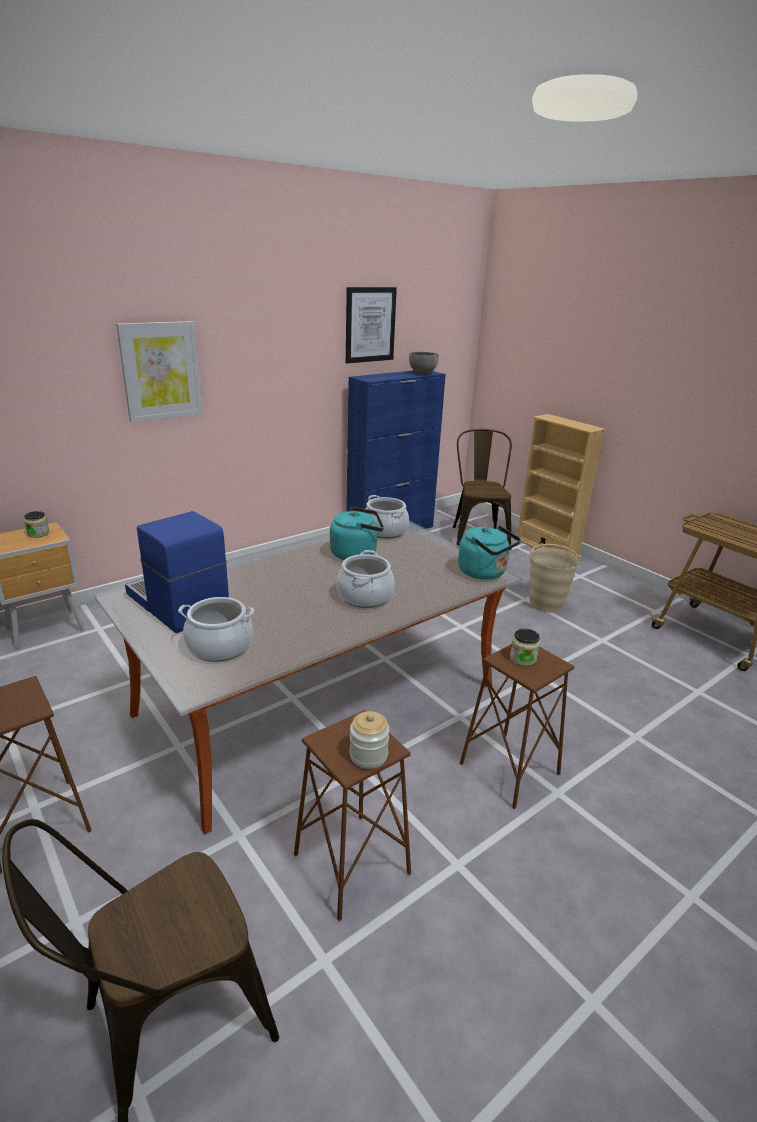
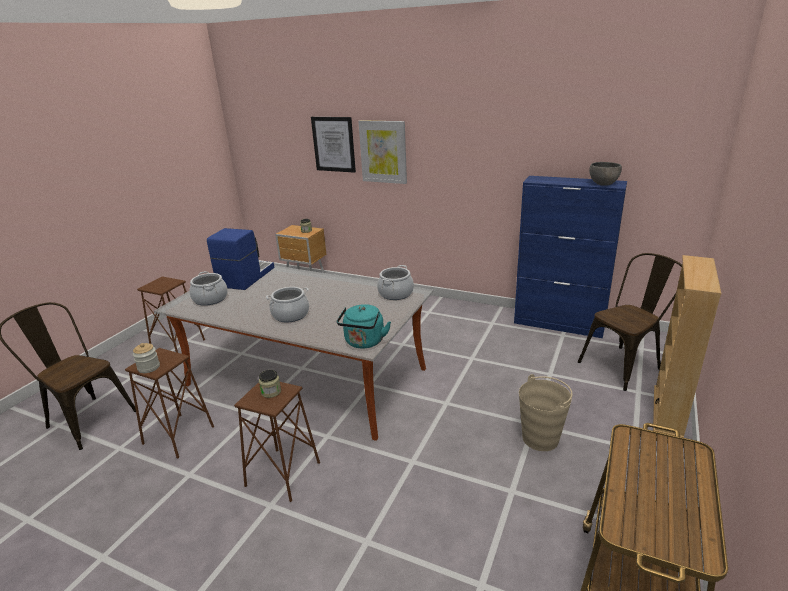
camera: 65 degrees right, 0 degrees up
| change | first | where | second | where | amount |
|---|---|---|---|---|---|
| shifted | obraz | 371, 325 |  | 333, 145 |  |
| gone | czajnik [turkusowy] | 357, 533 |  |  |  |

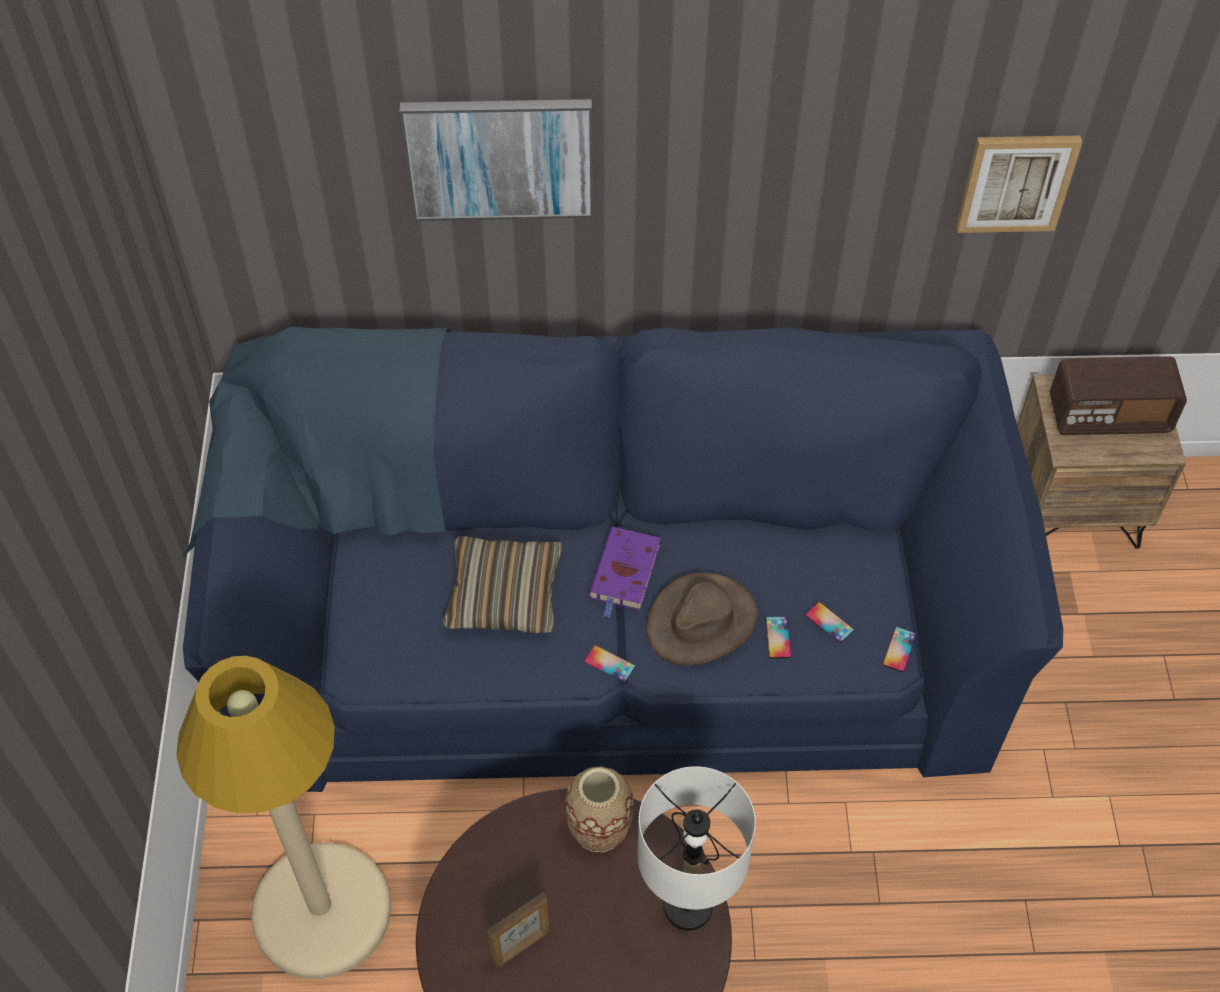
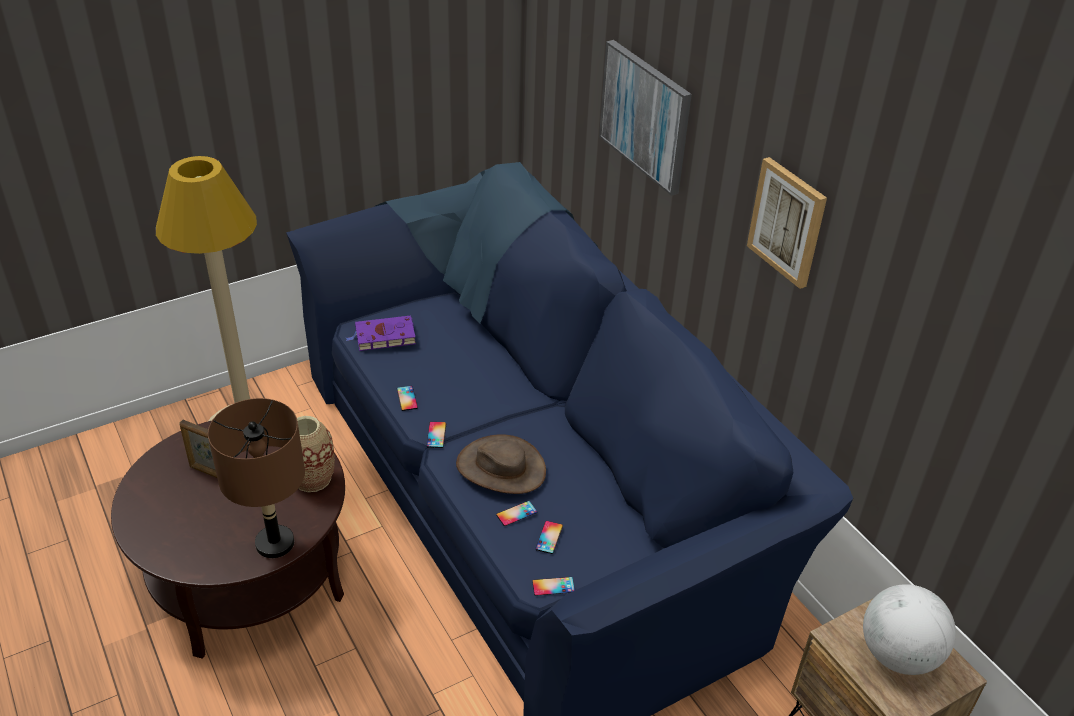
camera: 60 degrees right, 15 degrees down
| change | first | where | second | where | amount |
|---|---|---|---|---|---|
| shifted | obraz | 1019, 184 |  | 787, 223 |  |
| swapped | radio | 1118, 396 | globus | 909, 629 |  |
| shifted | książka [fioletowy] | 625, 573 |  | 381, 333 |  |
| gone | poduszka | 503, 584 |  |  |  |
| repainted | lampa stołowa [biały] | 696, 848 | lampa stołowa [brązowy] | 256, 478 |  |
| new |  |  | telefon | 407, 398 |  |

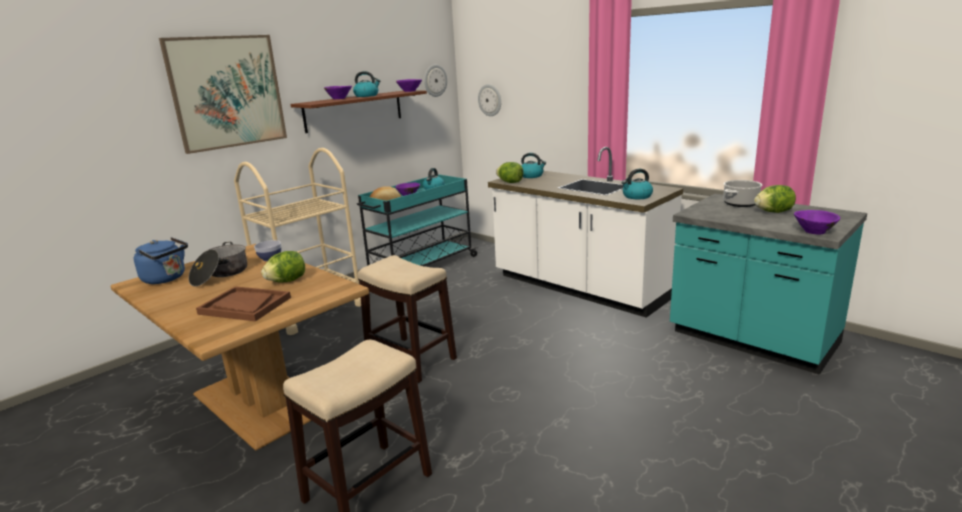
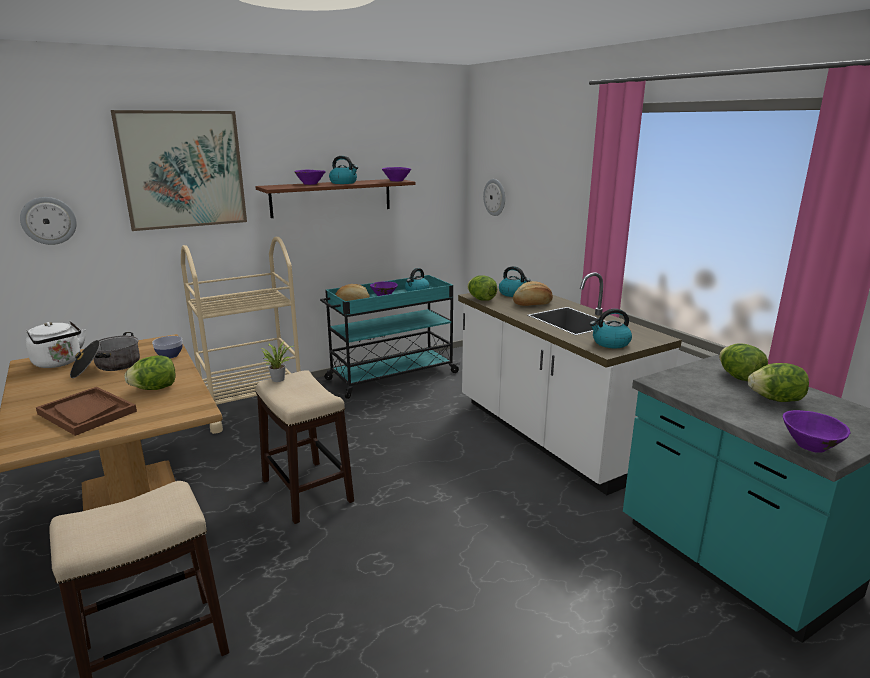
camera: 15 degrees right, 0 degrees up
| change | first | where | second | where | amount |
|---|---|---|---|---|---|
| shifted | zegar ścienny | 435, 80 |  | 48, 221 |  |
| swapped | garnek | 742, 193 | sałata | 743, 362 |  |
| repainted | czajnik [niebieski] | 161, 260 | czajnik [biały] | 55, 344 |  |
| new |  |  | chleb | 533, 293 |  |
| new |  |  | roślina doniczkowa | 277, 362 |  |

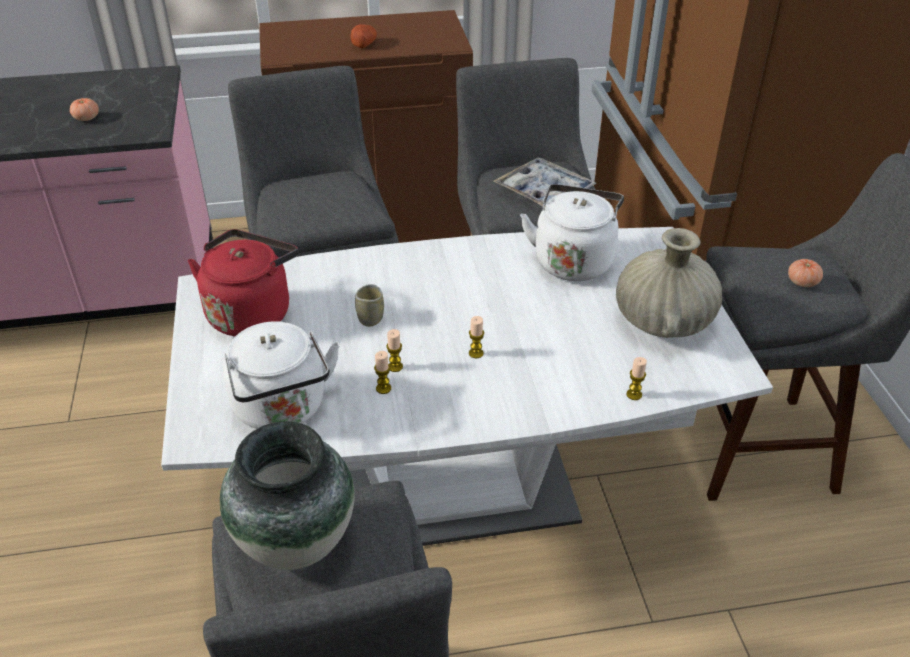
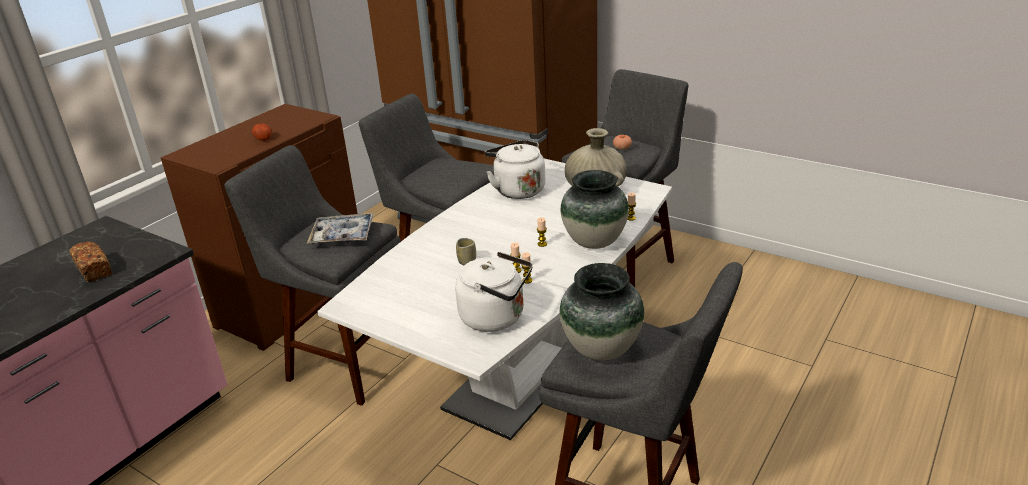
camera: 45 degrees left, 10 degrees down
| change | first | where | second | where | amount |
|---|---|---|---|---|---|
| swapped | pomidor | 84, 109 | chleb | 90, 262 |  |
| shifted | taca | 545, 182 |  | 340, 228 |  |
| gone | czajnik [czerwony] | 243, 282 |  |  |  |
| new |  |  | wazon | 595, 209 |  |

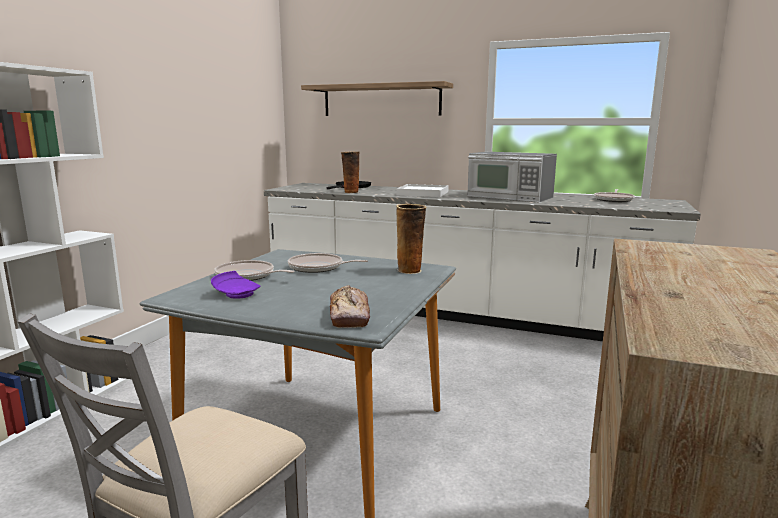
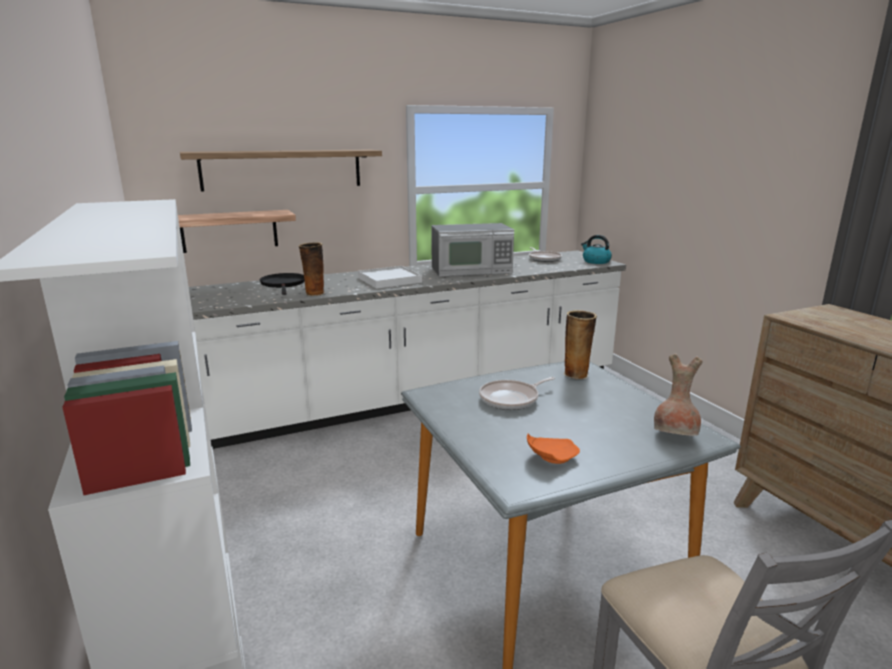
camera: 45 degrees left, 5 degrees up
| change | first | where | second | where | amount |
|---|---|---|---|---|---|
| gone | patelnia | 254, 270 |  |  |  |
| repainted | talerz [fioletowy] | 235, 285 | talerz [pomarańczowy] | 553, 448 |  |
| swapped | chleb | 350, 307 | wazon [brązowy] | 678, 395 |  |
| new |  |  | półka | 237, 231 |  |
| new |  |  | czajnik | 596, 249 |  |

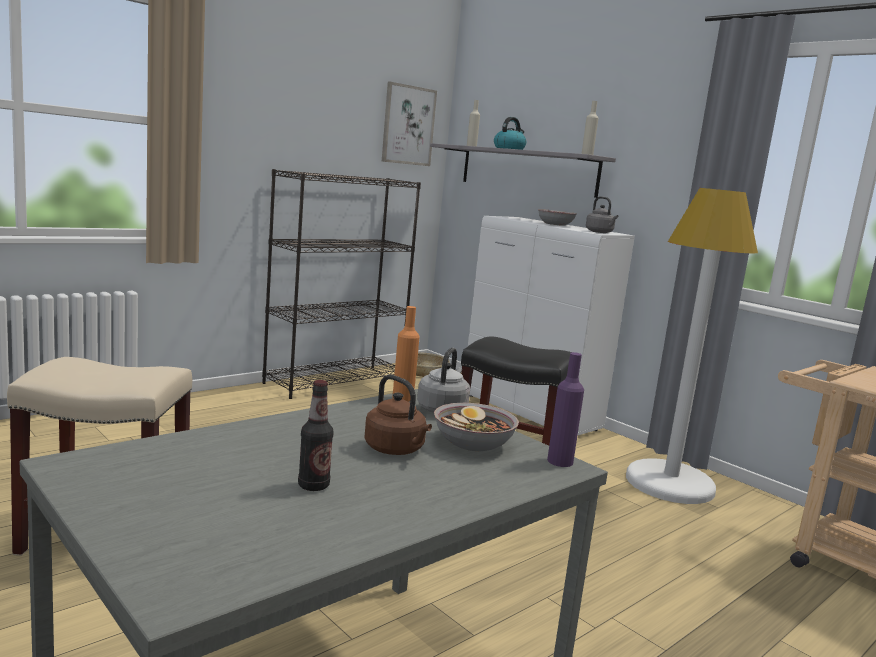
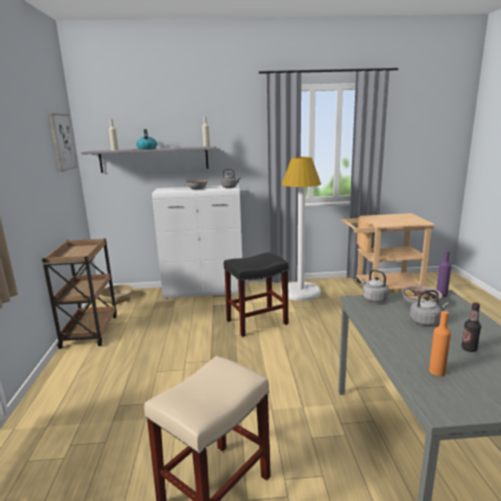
camera: 50 degrees left, 5 degrees up
| change | first | where | second | where | amount |
|---|---|---|---|---|---|
| swapped | regał [czarny] | 341, 284 | wózek [brązowy] | 79, 293 |  |
| shifted | butelka [pomarańczowy] | 406, 354 |  | 440, 343 |  |
| repainted | czajnik [brązowy] | 398, 415 | czajnik [szary] | 429, 308 |  |

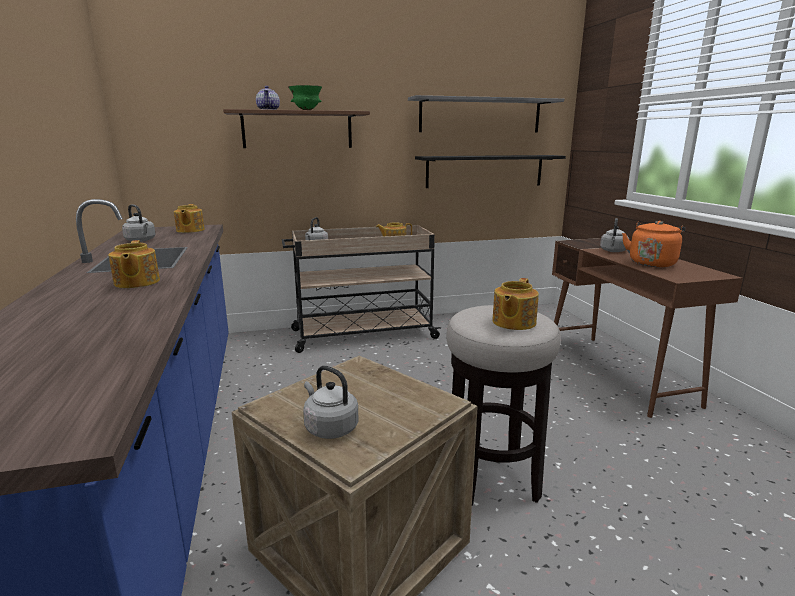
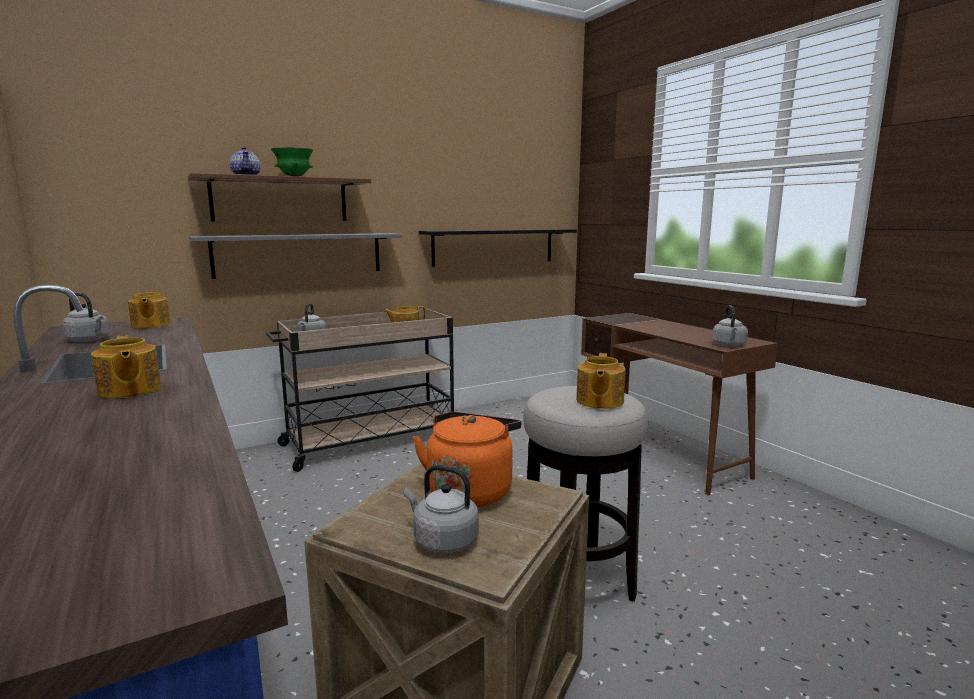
camera: 15 degrees left, 5 degrees down
| change | first | where | second | where | amount |
|---|---|---|---|---|---|
| shifted | półka [szary] | 486, 114 |  | 295, 256 |  |
| shifted | czajnik [szary] | 614, 235 |  | 730, 326 |  |
| shifted | czajnik [pomarańczowy] | 653, 244 |  | 467, 460 |  |

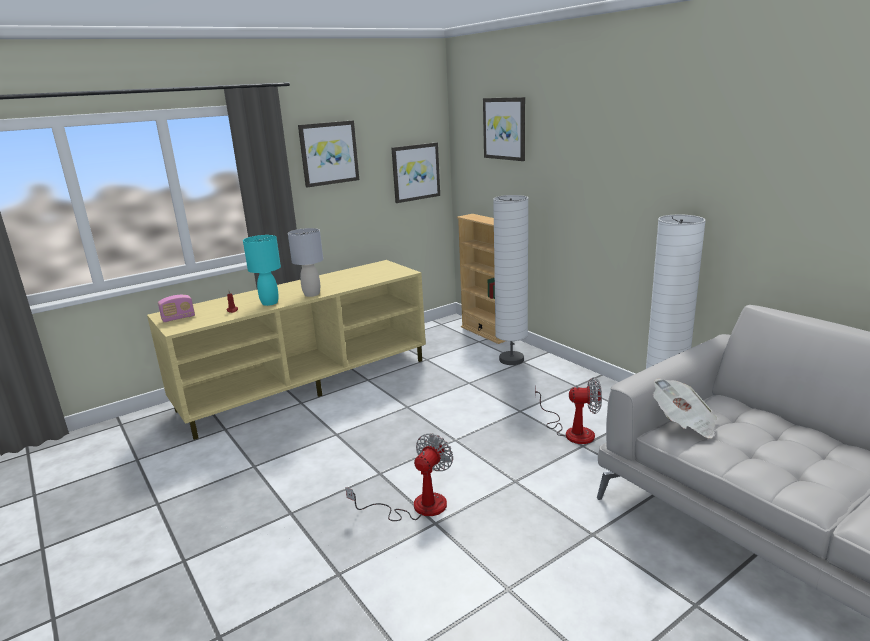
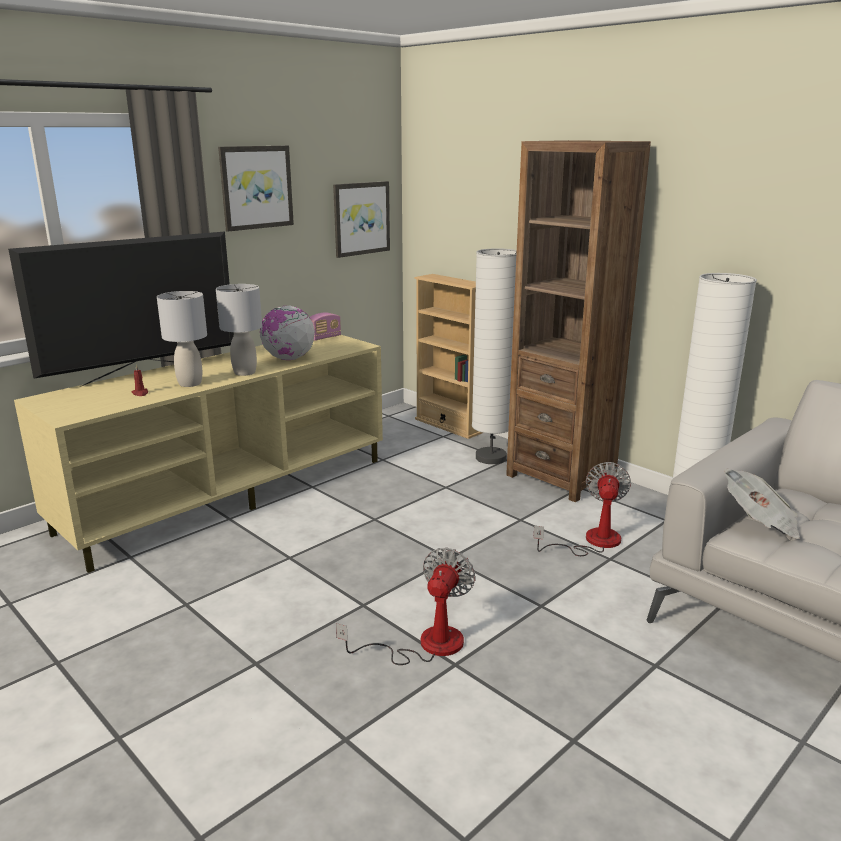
camera: 10 degrees left, 0 degrees up
| change | first | where | second | where | amount |
|---|---|---|---|---|---|
| gone | obraz | 504, 129 |  |  |  |
| repainted | lampa stołowa [turkusowy] | 262, 270 | lampa stołowa [szary] | 182, 339 |  |
| shifted | radio | 176, 308 |  | 325, 327 |  |
| rotated | wentylator | 568, 410 |  | 582, 509 | 75 degrees counterclockwise |
| new |  |  | regał [brązowy] | 578, 321 |  |
| new |  |  | telewizor | 121, 309 |  |
| new |  |  | globus | 287, 332 |  |

